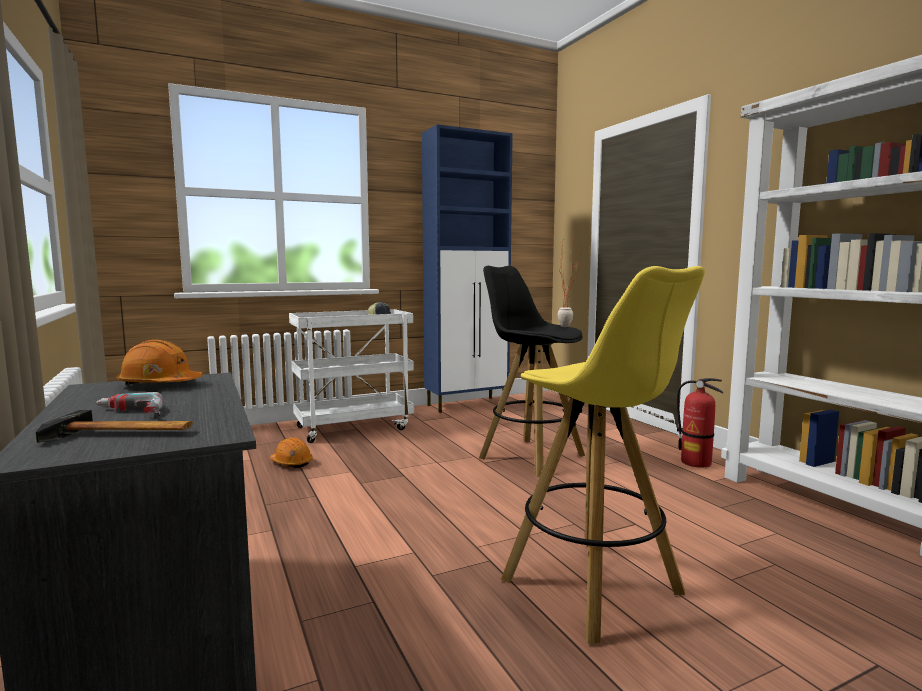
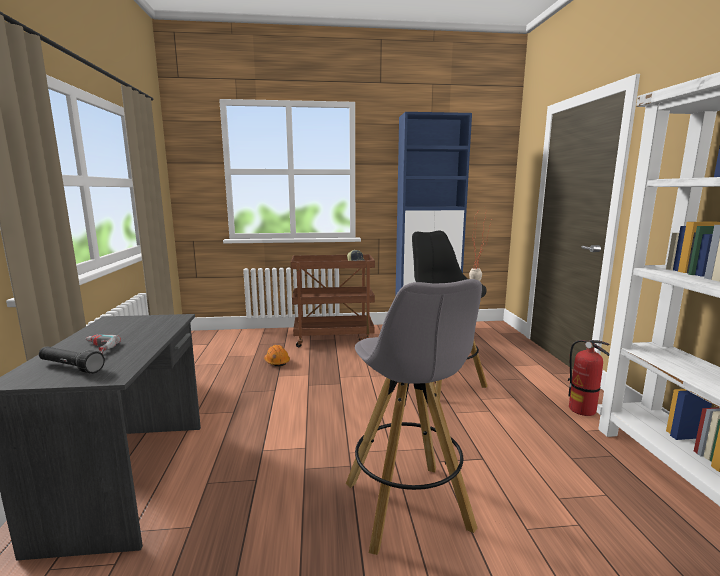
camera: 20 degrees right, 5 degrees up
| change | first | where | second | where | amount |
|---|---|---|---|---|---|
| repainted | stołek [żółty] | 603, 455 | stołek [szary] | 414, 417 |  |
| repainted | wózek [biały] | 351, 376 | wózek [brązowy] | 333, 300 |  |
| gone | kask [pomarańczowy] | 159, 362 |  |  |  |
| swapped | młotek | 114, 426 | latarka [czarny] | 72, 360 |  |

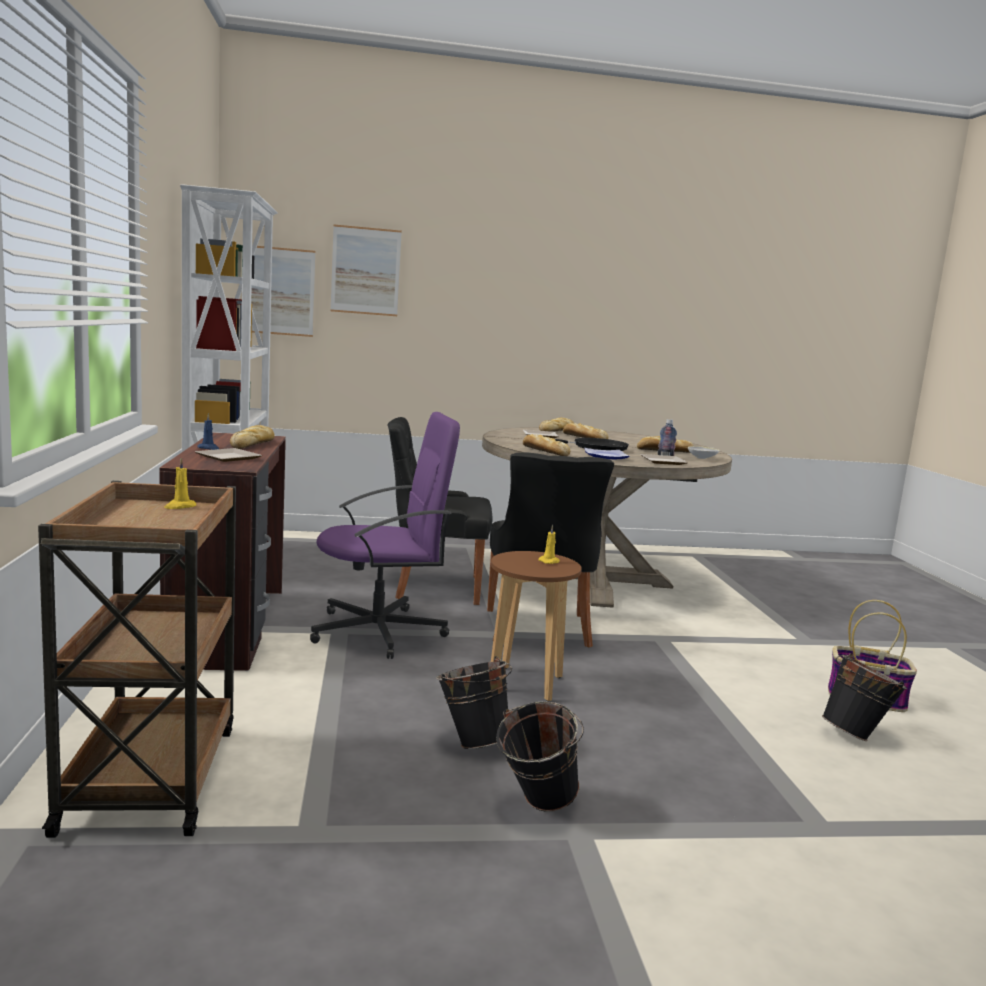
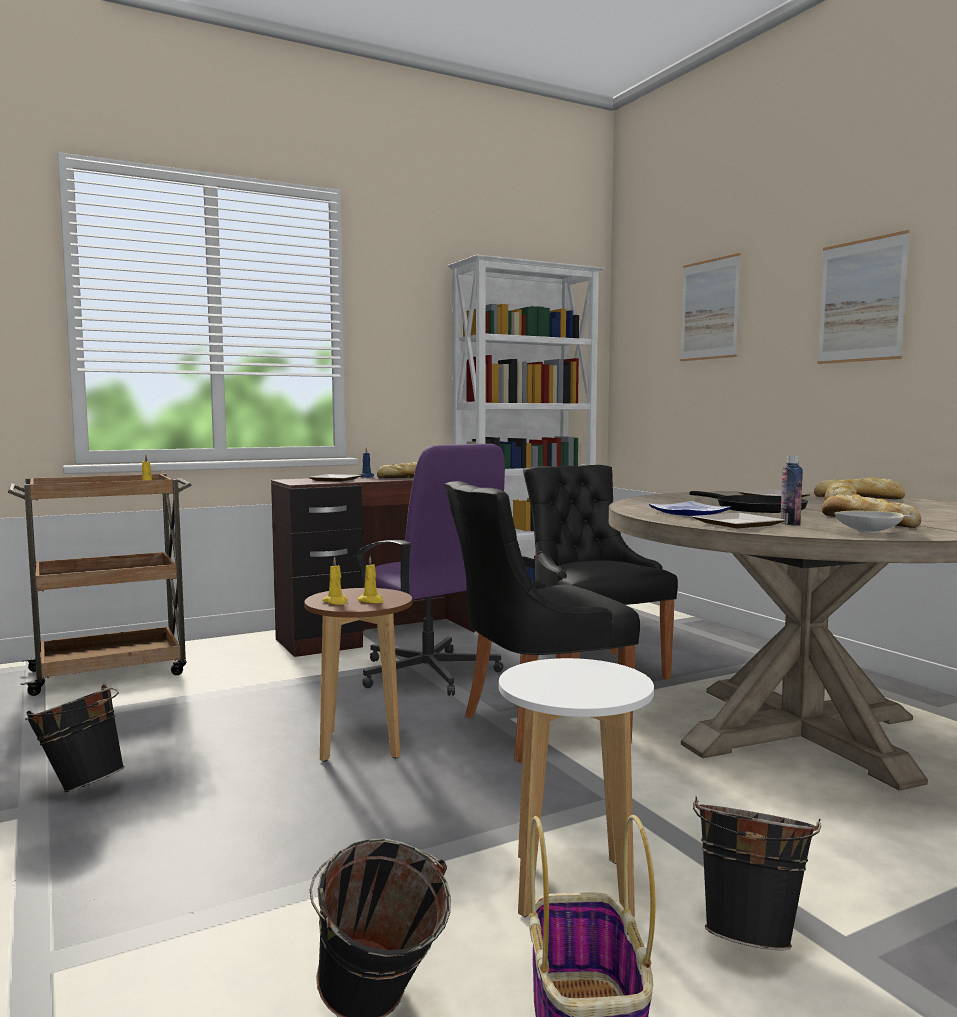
camera: 70 degrees right, 5 degrees down
| change | first | where | second | where | amount |
|---|---|---|---|---|---|
| shifted | obraz | 283, 291 |  | 864, 297 |  |
| gone | chleb | 546, 445 |  |  |  |
| shifted | wiadro [czarny] | 474, 702 |  | 757, 873 |  |
| new |  |  | świeca [żółty] | 335, 580 |  |
| new |  |  | stołek [biały] | 576, 787 |  |

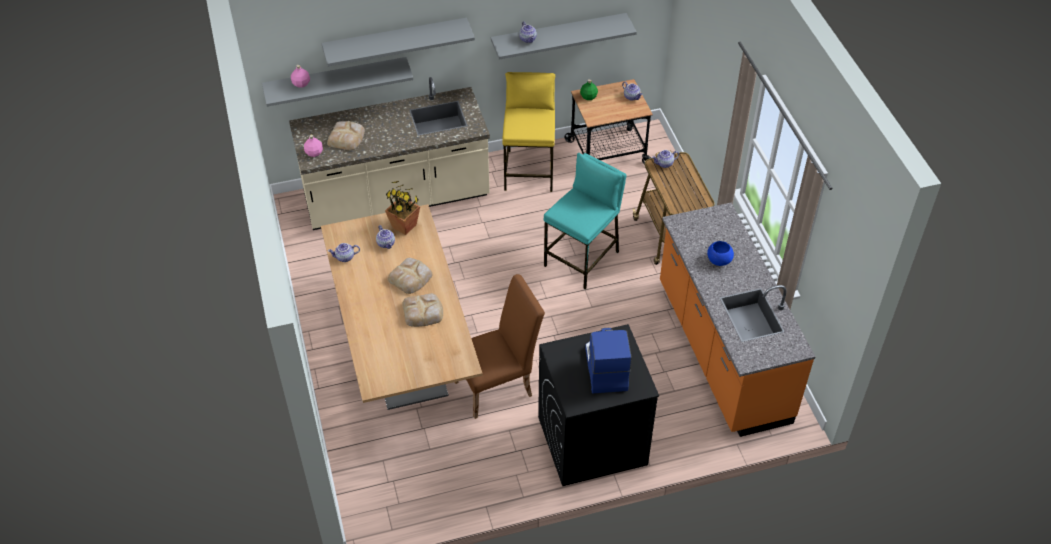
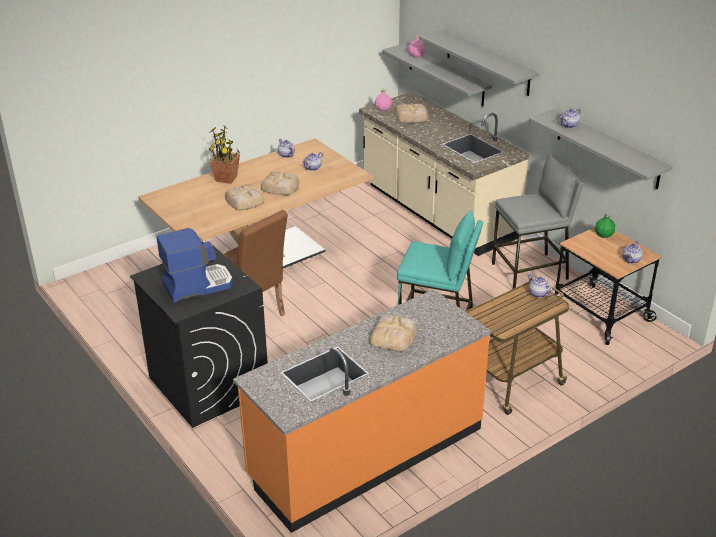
camera: 70 degrees right, 15 degrees down
| change | first | where | second | where | amount |
|---|---|---|---|---|---|
| repainted | stołek [żółty] | 528, 132 | stołek [szary] | 537, 221 |  |
| shifted | roślina doniczkowa | 402, 208 |  | 224, 155 |  |
| swapped | miska [niebieski] | 720, 253 | chleb | 393, 333 |  |

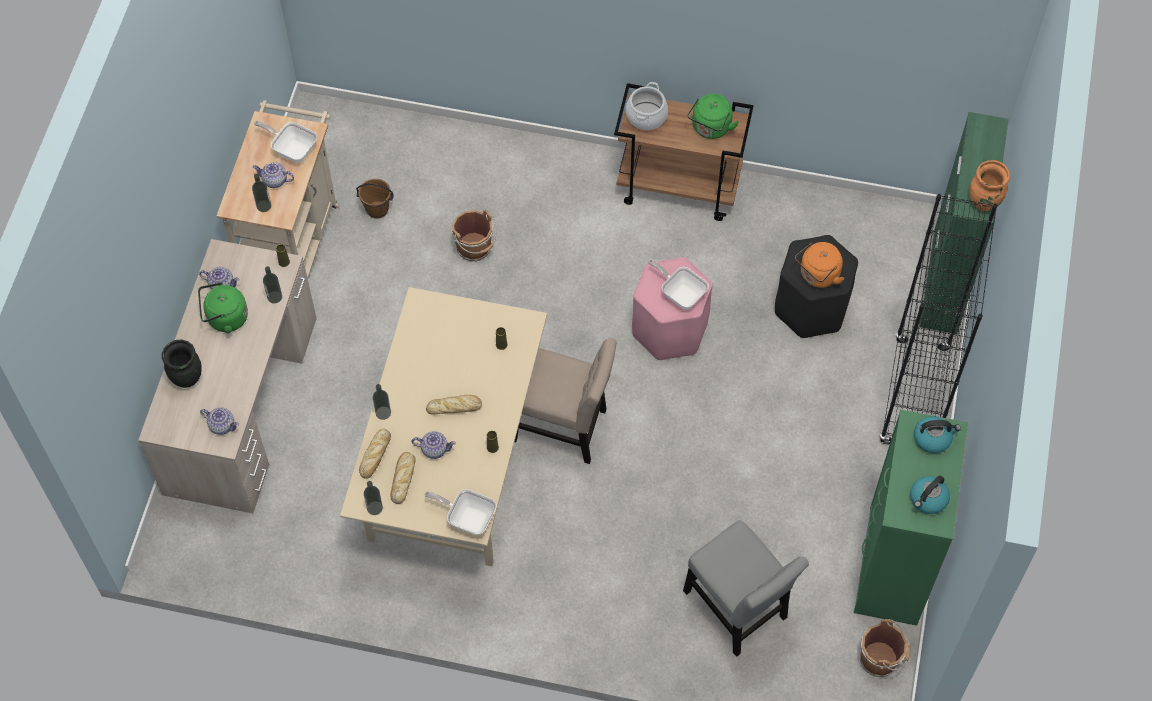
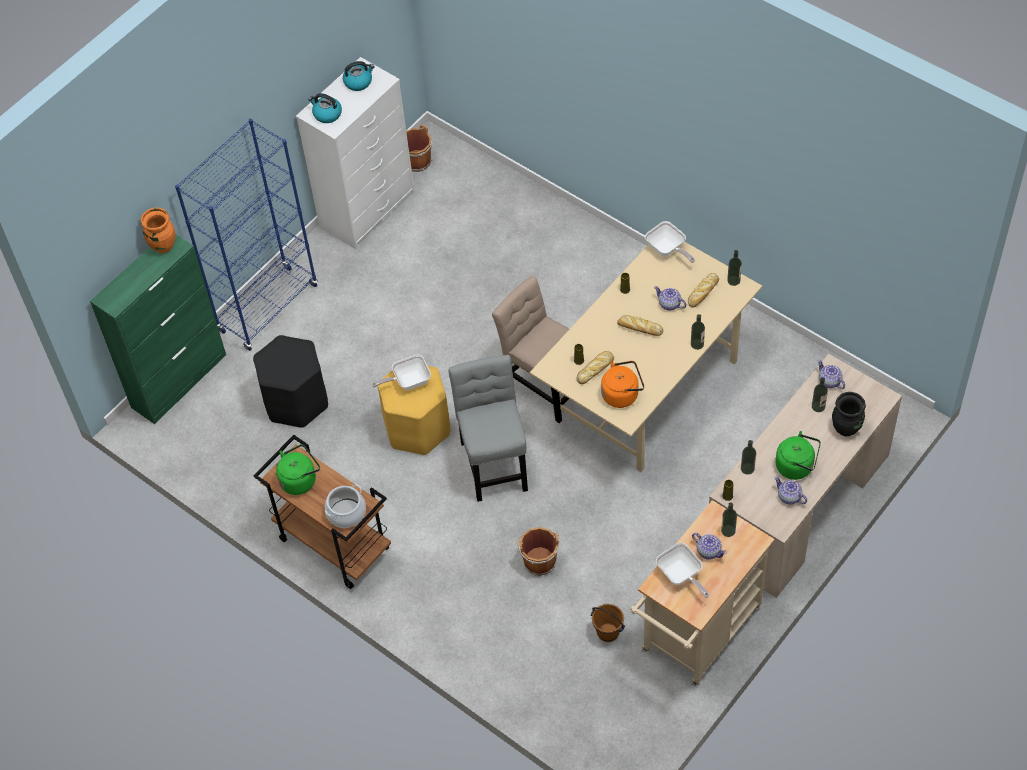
camera: 150 degrees left, 5 degrees down
| change | first | where | second | where | amount |
|---|---|---|---|---|---|
| repainted | regał [czarny] | 938, 319 | regał [niebieski] | 246, 235 |  |
| shifted | czajnik [pomarańczowy] | 819, 265 |  | 622, 384 |  |
| repainted | stołek [różowy] | 672, 308 | stołek [żółty] | 414, 410 |  |
| rotated | patelnia | 678, 284 |  | 401, 372 | 90 degrees clockwise |
| repainted | komoda [zielony] | 911, 518 | komoda [biały] | 355, 153 |  |
| shifted | chleb | 375, 454 |  | 595, 367 |  |
| shifted | krzesło [szary] | 746, 588 |  | 488, 428 |  |
| new |  |  | butelka | 820, 394 |  |

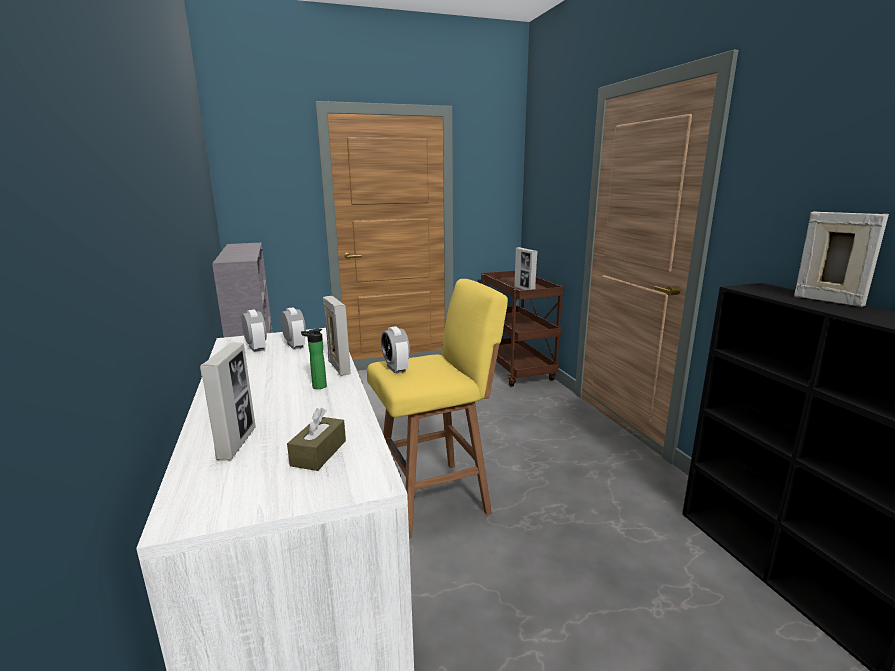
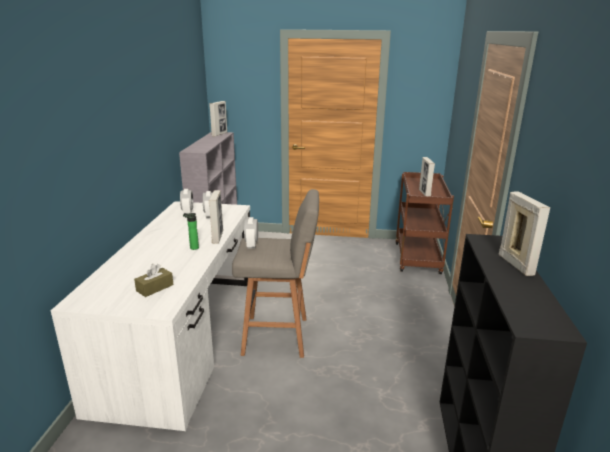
camera: 25 degrees right, 5 degrees up
| change | first | where | second | where | amount |
|---|---|---|---|---|---|
| repainted | stołek [żółty] | 437, 408 | stołek [szary] | 275, 273 |  |
| shifted | ramka na zdjęcie | 228, 401 |  | 218, 118 |  |

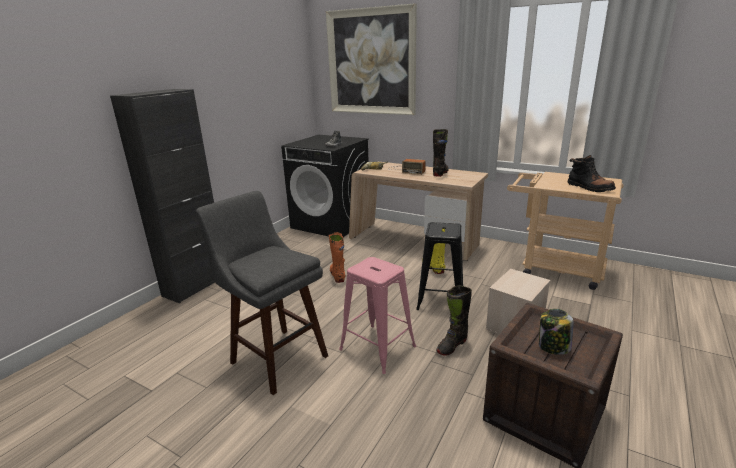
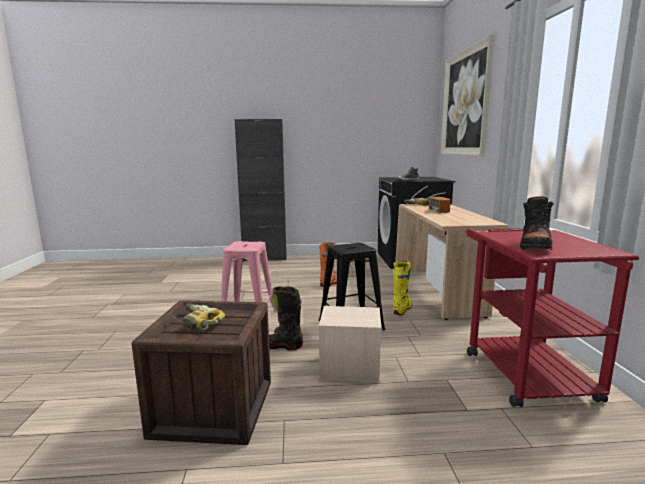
camera: 55 degrees right, 10 degrees down
| change | first | where | second | where | amount |
|---|---|---|---|---|---|
| gone | but z cholewką [czarny] | 441, 153 |  |  |  |
| repainted | wózek [beżowy] | 565, 231 | wózek [czerwony] | 553, 317 |  |
| gone | stołek [szary] | 262, 293 |  |  |  |
| swapped | słoik | 556, 332 | wiertarka | 199, 316 |  |

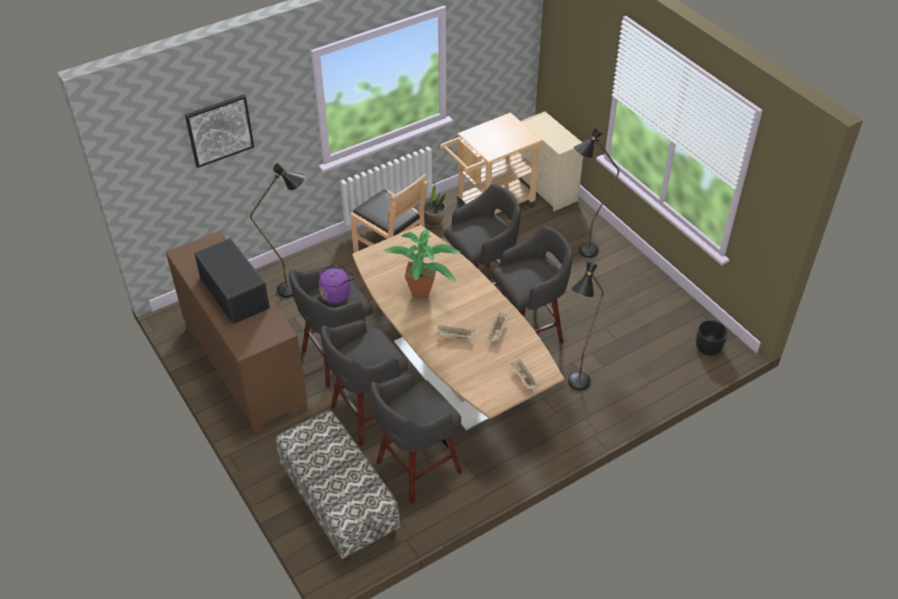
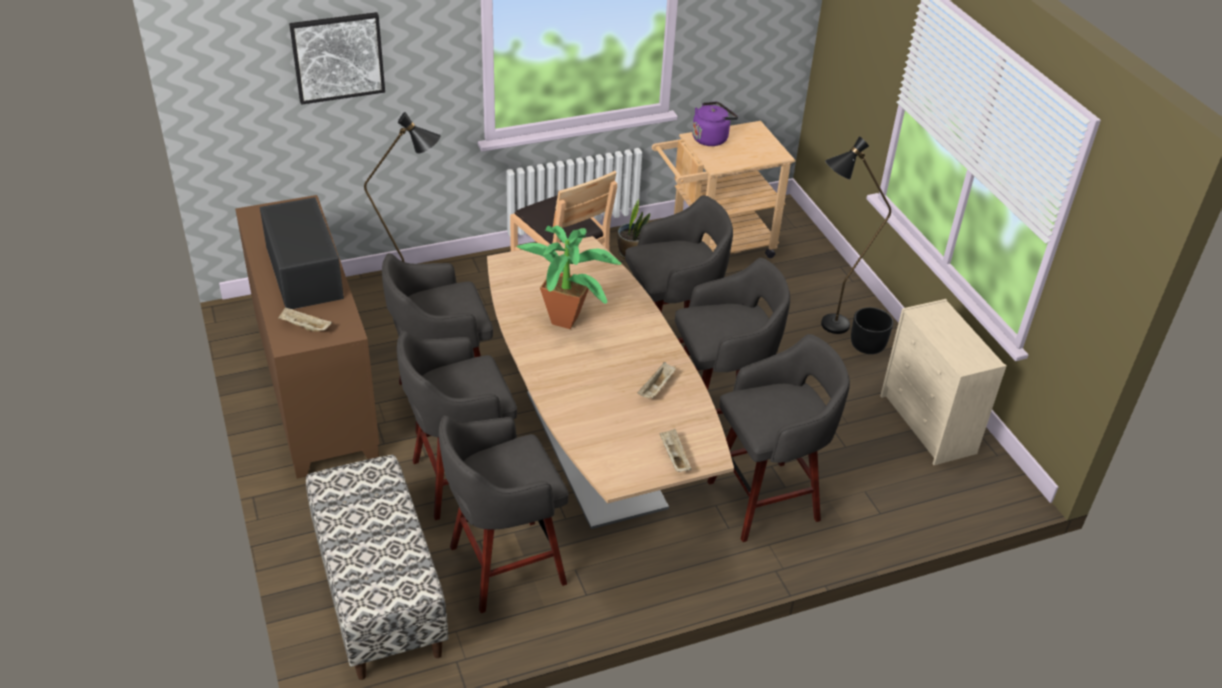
camera: 10 degrees right, 5 degrees down
| change | first | where | second | where | amount |
|---|---|---|---|---|---|
| shifted | komoda [beżowy] | 551, 161 |  | 943, 382 |  |
| swapped | lampa stojąca [czarny] | 586, 326 | stołek [szary] | 778, 438 |  |
| shifted | czajnik [fioletowy] | 337, 283 |  | 715, 123 |  |
| shifted | donica [czarny] | 712, 338 |  | 872, 330 |  |
| shifted | taca [beżowy] | 456, 332 |  | 305, 319 |  |

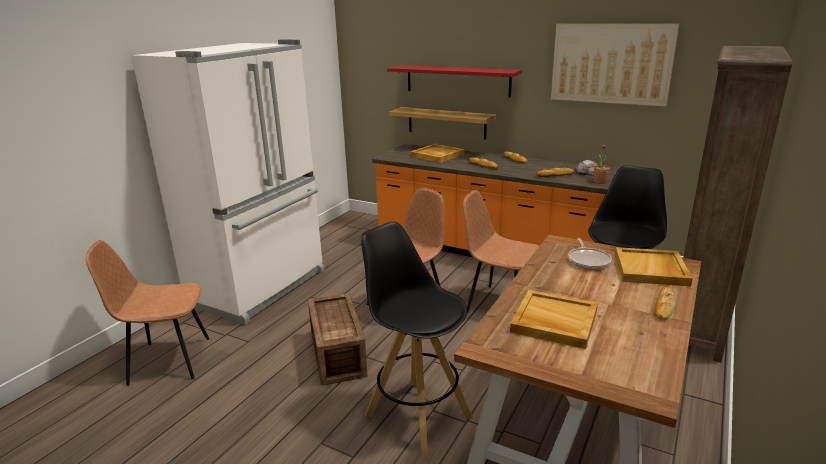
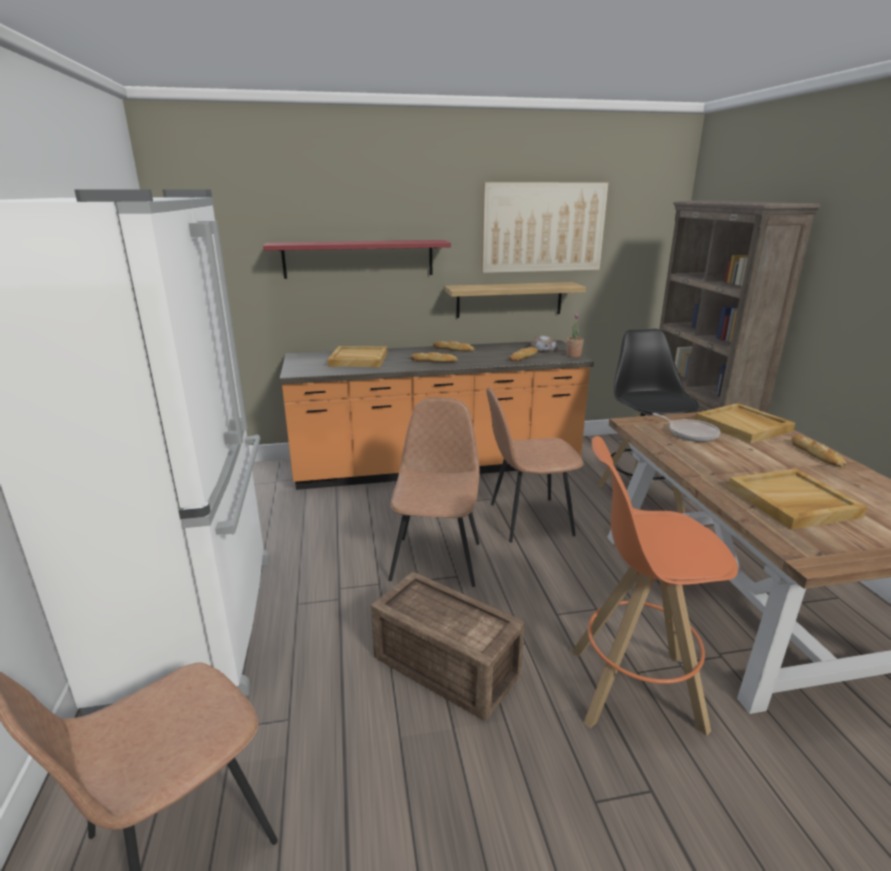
camera: 40 degrees left, 0 degrees up
| change | first | where | second | where | amount |
|---|---|---|---|---|---|
| shifted | półka | 442, 123 |  | 515, 300 |  |
| repainted | stołek [czarny] | 417, 339 | stołek [pomarańczowy] | 655, 585 |  |

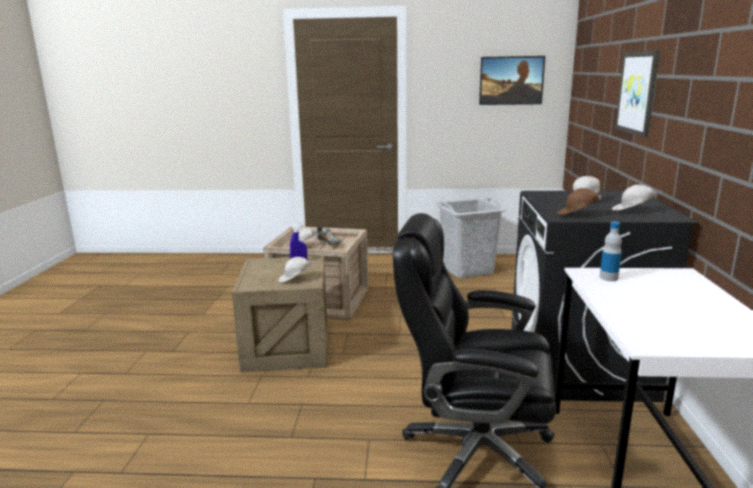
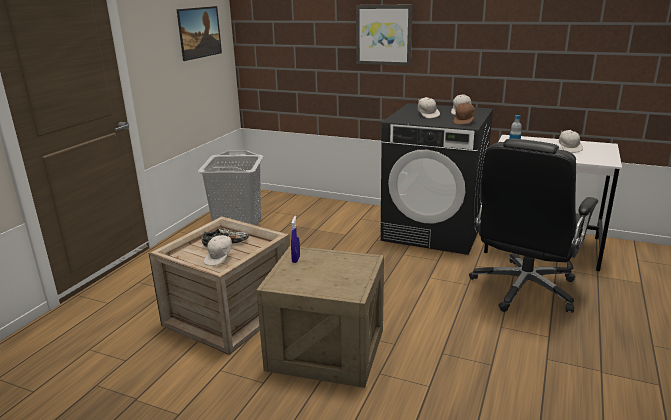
camera: 70 degrees left, 5 degrees up
| change | first | where | second | where | amount |
|---|---|---|---|---|---|
| shifted | czapka z daszkiem [biały] | 296, 270 |  | 571, 141 |  |

